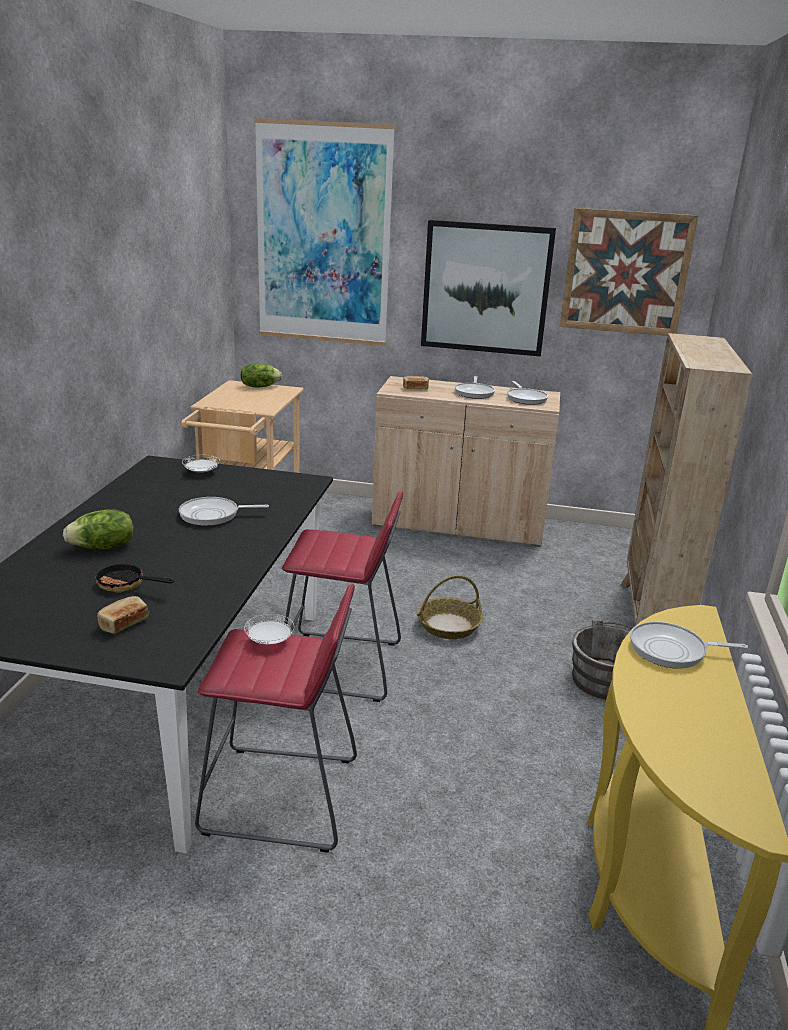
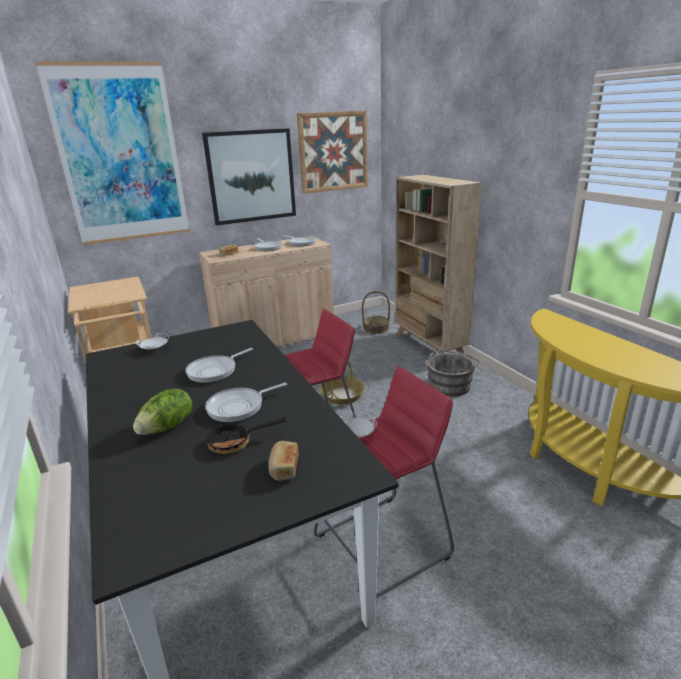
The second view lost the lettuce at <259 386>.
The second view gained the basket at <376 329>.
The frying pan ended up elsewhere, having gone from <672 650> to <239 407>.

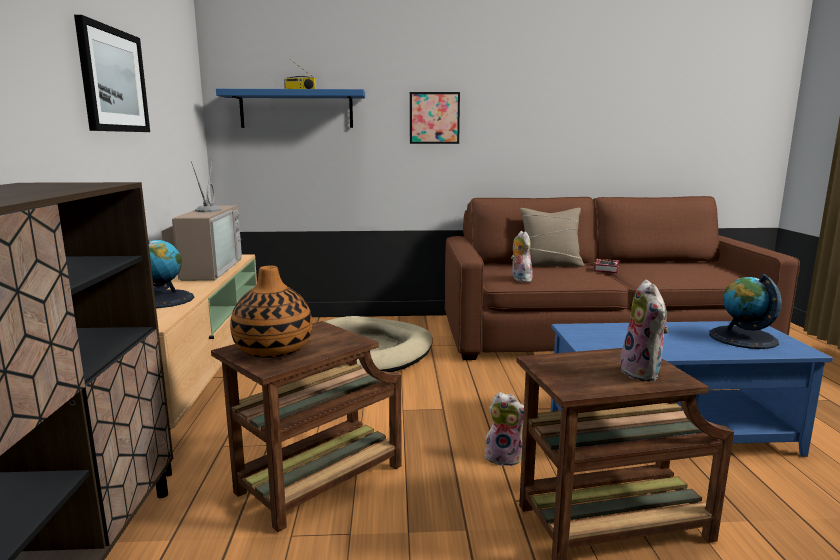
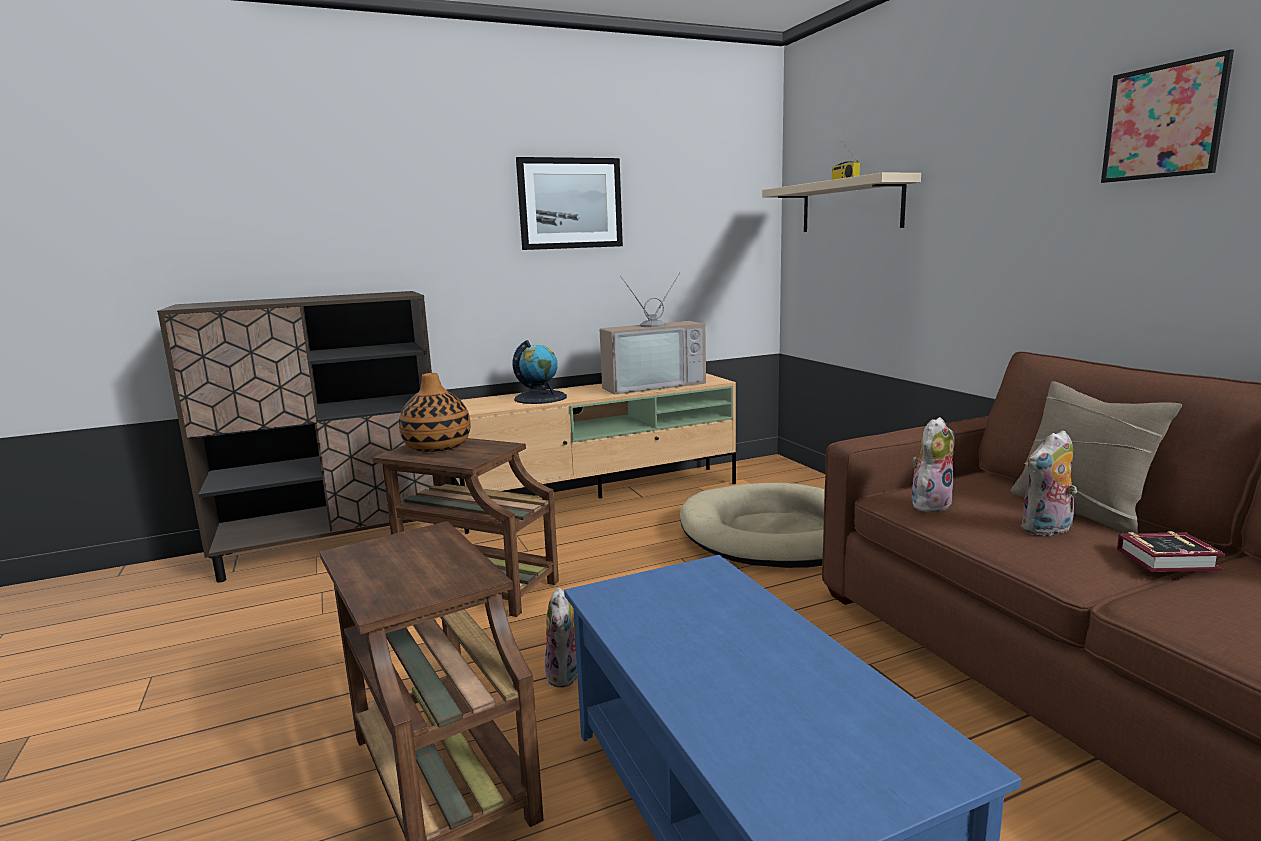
The second view lost the globe at <742 338>.
The picture ended up elsewhere, having gone from <434 118> to <1163 121>.
The plush toy ended up elsewhere, having gone from <643 373> to <1047 530>.
What was the shelf (blue) at <296 109> turned into the shelf (beige) at <850 206>.

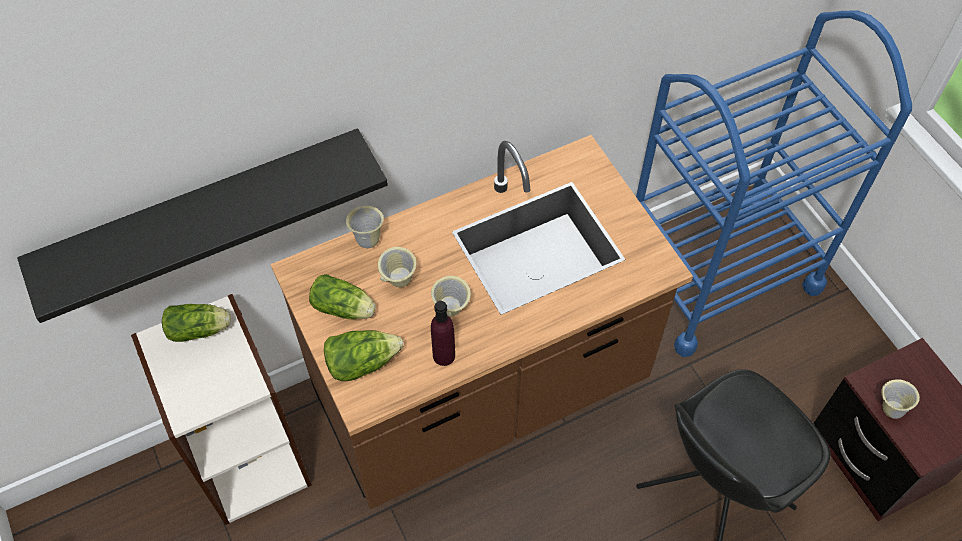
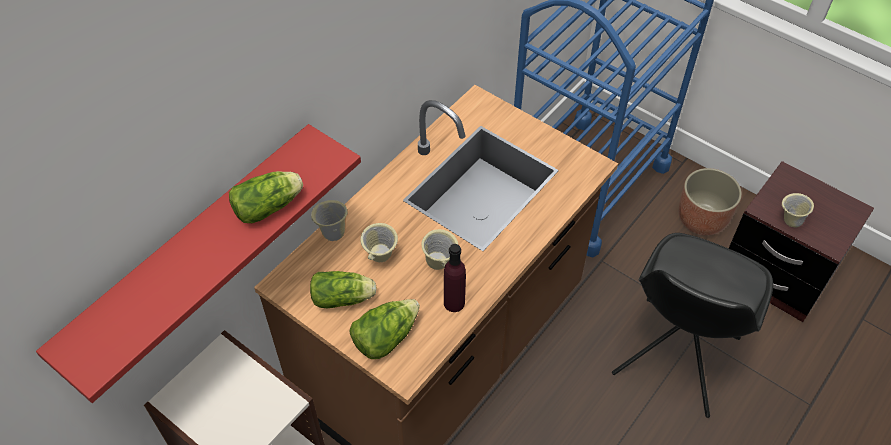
The second view gained the planter at <702 219>.
The lettuce ended up elsewhere, having gone from <201 330> to <270 206>.
What was the shelf (black) at <203 214> turned into the shelf (red) at <194 251>.

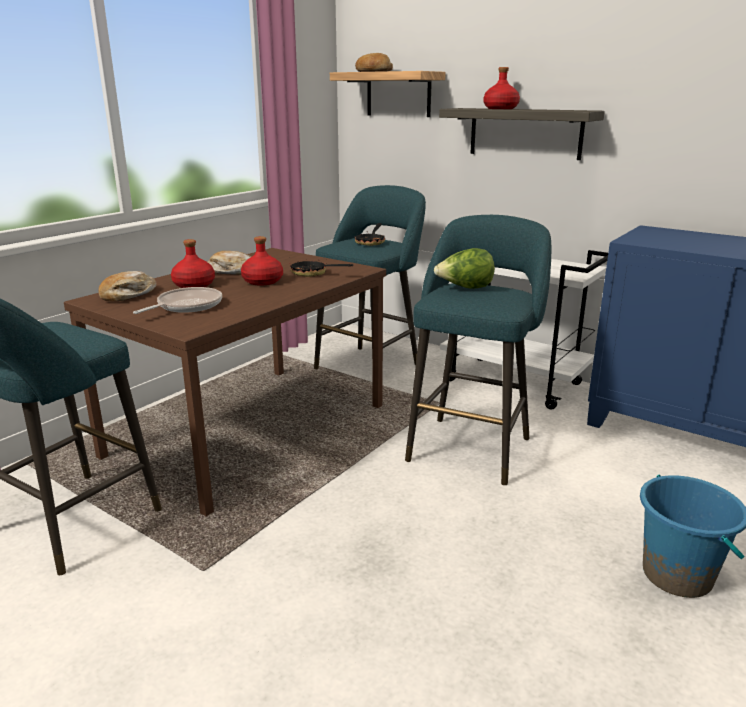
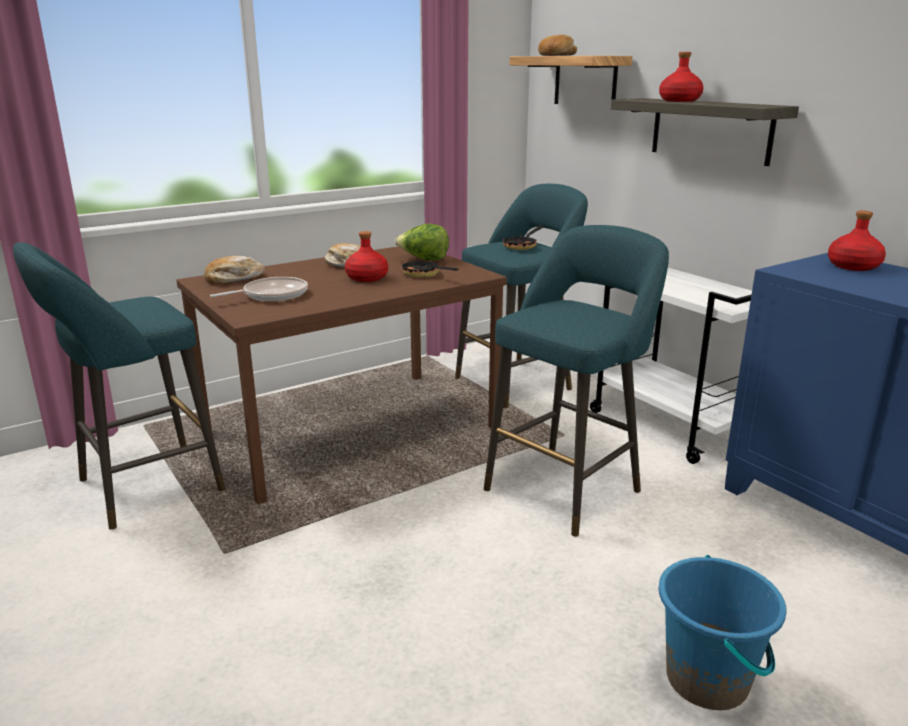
The bottle (red) ended up elsewhere, having gone from <193 285> to <853 266>.
The lettuce ended up elsewhere, having gone from <465 288> to <424 260>.

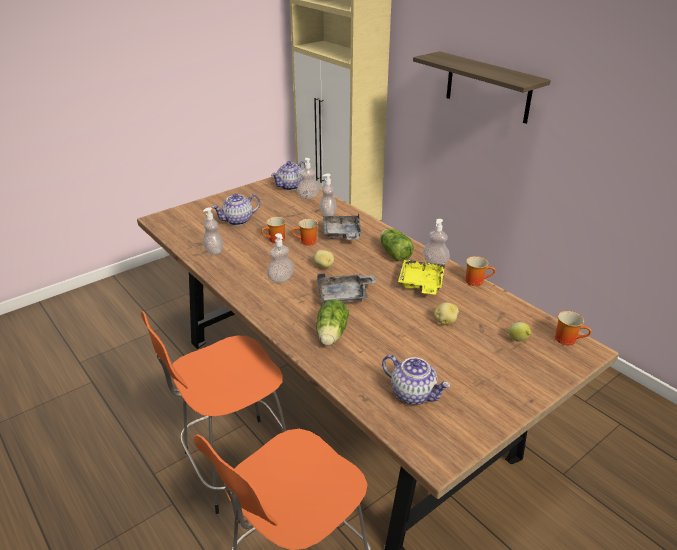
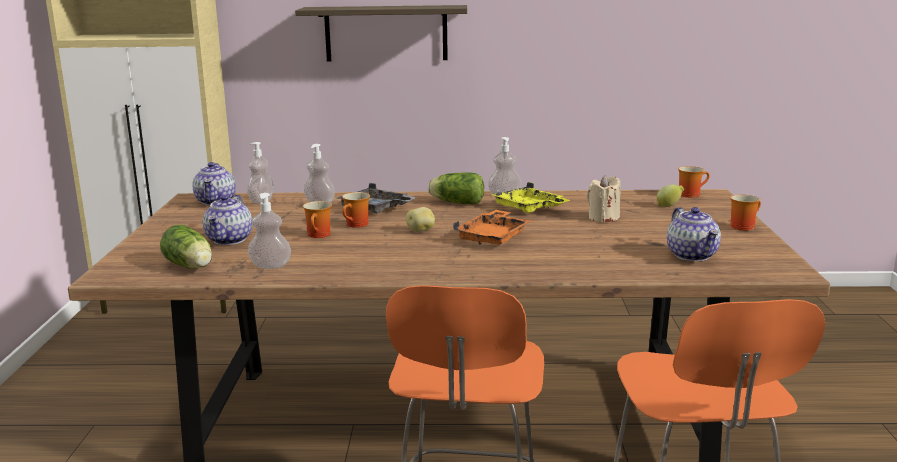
The second view lost the soap dispenser at <281 279>.
The lettuce ended up elsewhere, having gone from <331 335> to <190 267>.
The mug ended up elsewhere, having gone from <476 281> to <742 226>.
Where the potato stood at <445 321>, the candle (beige) came to stand at <603 218>.
What was the tray (grey) at <344 296> turned into the tray (orange) at <493 237>.
The teapot at <414 394> ended up facing another way, 90 degrees clockwise from before.

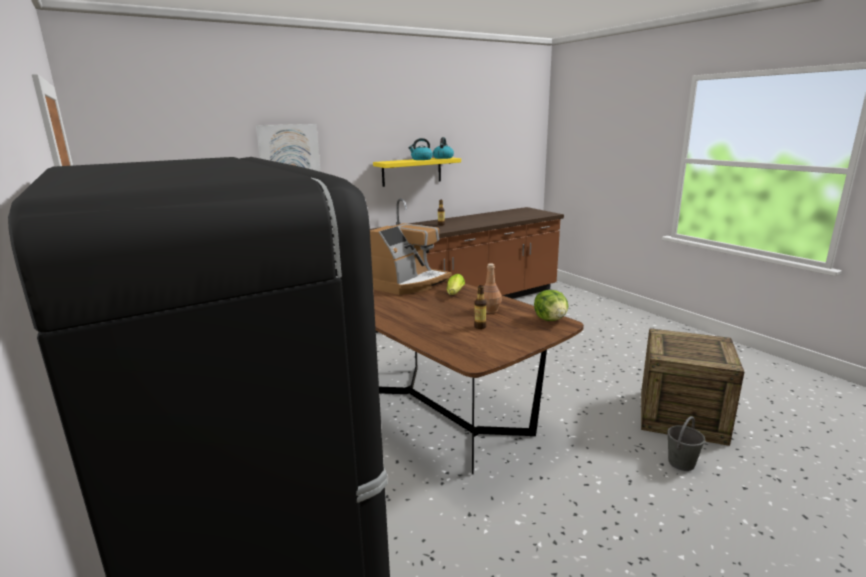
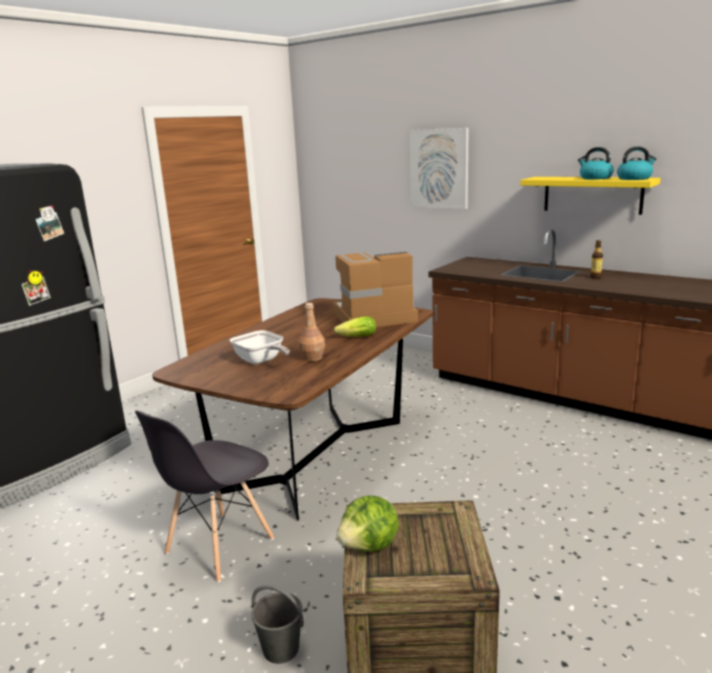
The second view gained the chair (grey) at <219 547>.
The lettuce ended up elsewhere, having gone from <551 319> to <370 546>.
Where the bottle stood at <480 327>, the frying pan came to stand at <261 361>.
The coffee machine at <409 284> ended up facing another way, 150 degrees clockwise from before.

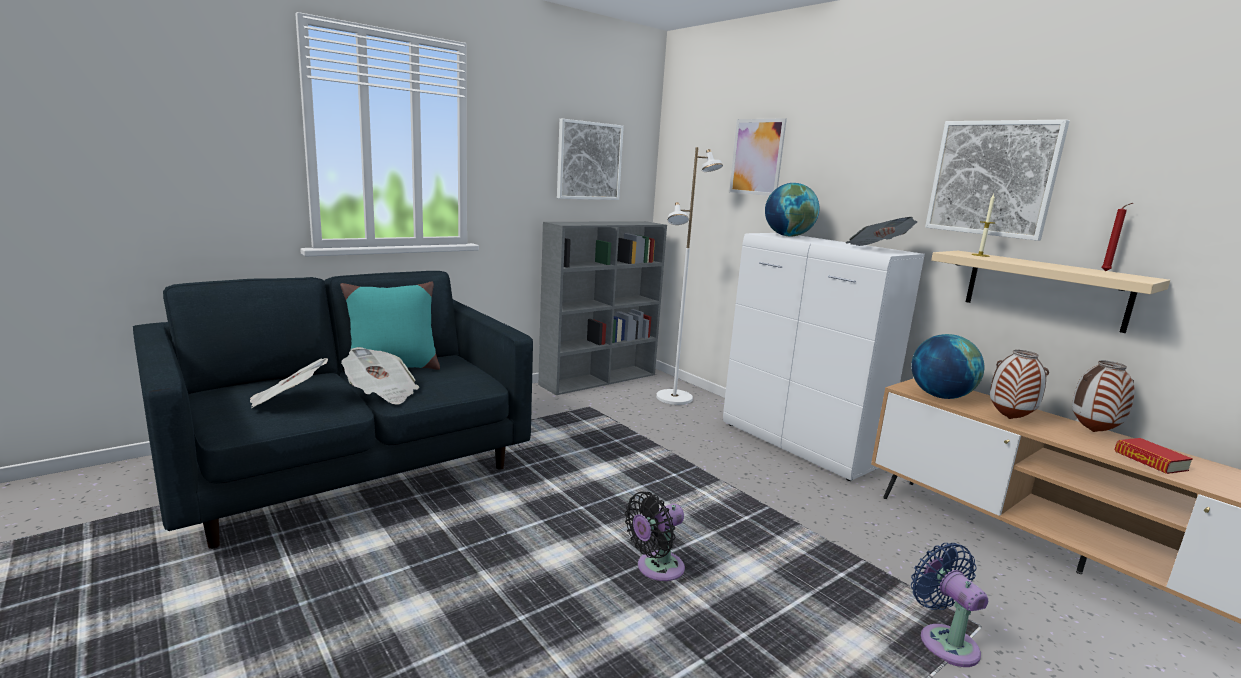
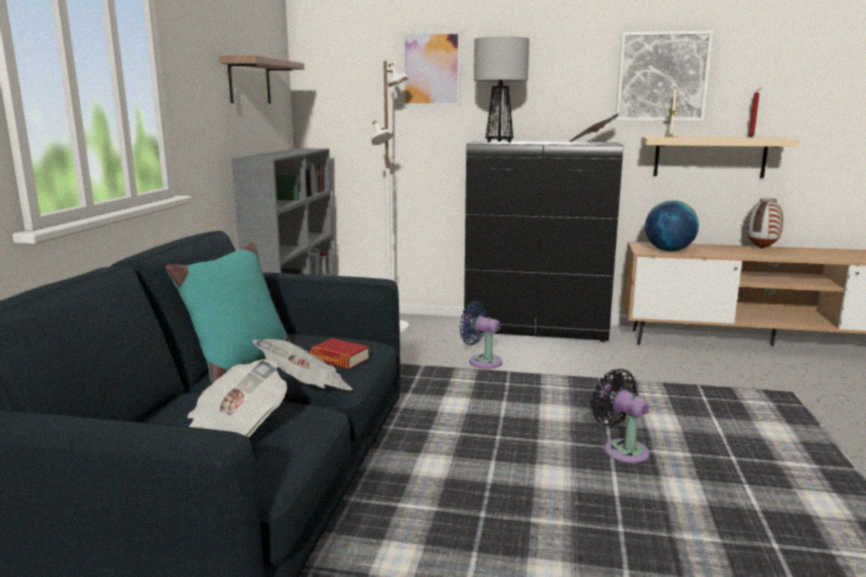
The second view lost the vase at <1008 419>.
The fan (blue) ended up elsewhere, having gone from <944 641> to <482 361>.
The book ended up elsewhere, having gone from <1150 461> to <339 359>.
Where the picture hung at <589 161>, the shelf came to hang at <250 81>.
Where the globe stood at <788 236>, the table lamp came to stand at <498 142>.
What was the cabinet (white) at <799 446> turned into the cabinet (black) at <537 331>.
The fan (black) at <656 569> ended up facing another way, 135 degrees clockwise from before.

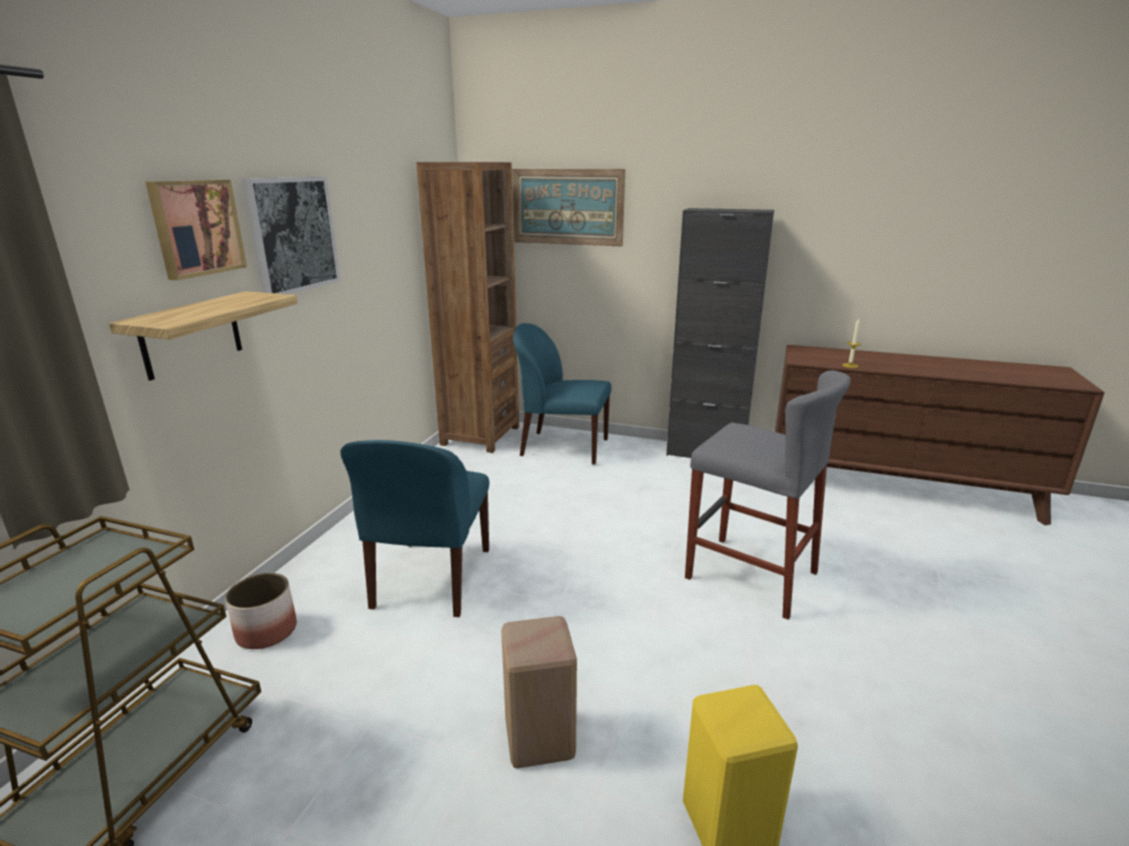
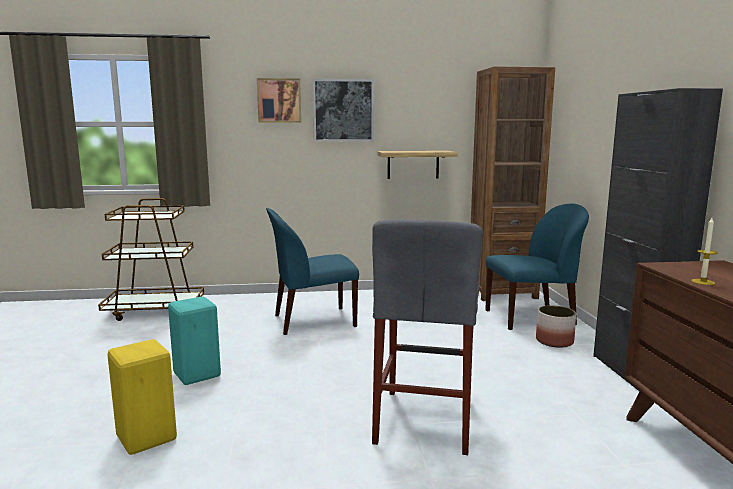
The second view lost the picture at <567 207>.
The shelf ended up elsewhere, having gone from <191 335> to <413 164>.
The planter ended up elsewhere, having gone from <266 631> to <554 341>.
What was the stool (beige) at <537 738> turned into the stool (turquoise) at <198 374>.
The chair (blue) at <562 447> ended up facing another way, 90 degrees clockwise from before.

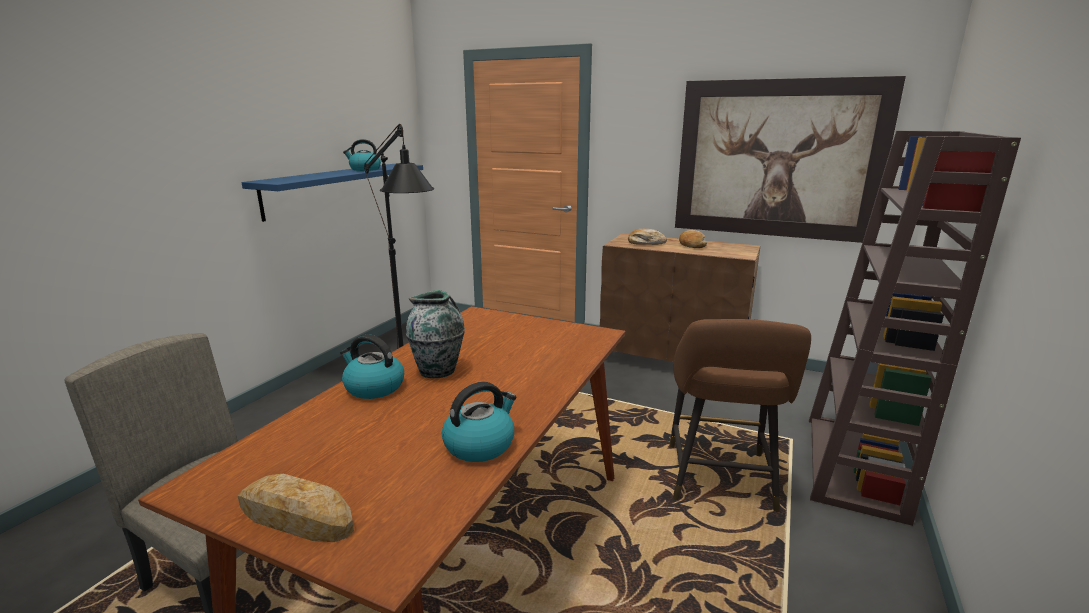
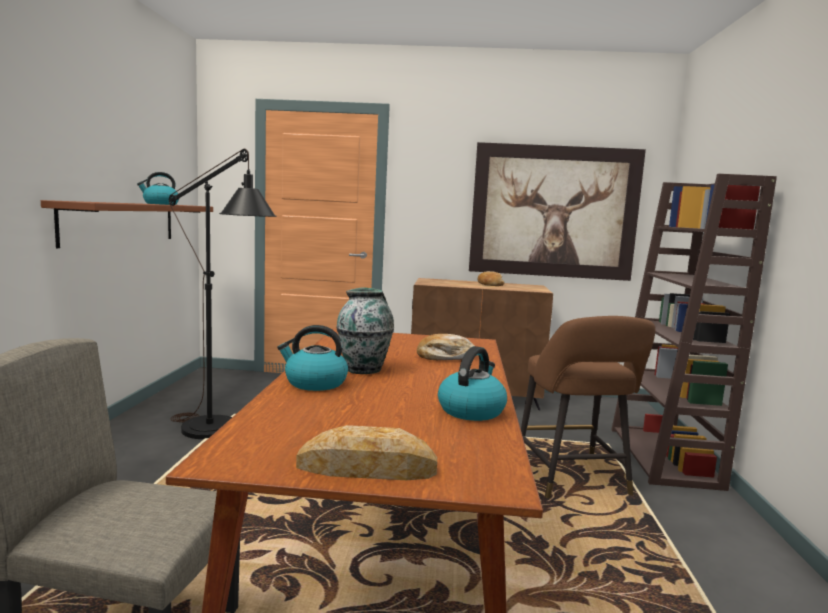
The bread ended up elsewhere, having gone from <645 243> to <445 357>.
What was the shelf (blue) at <331 189> turned into the shelf (brown) at <121 222>.

